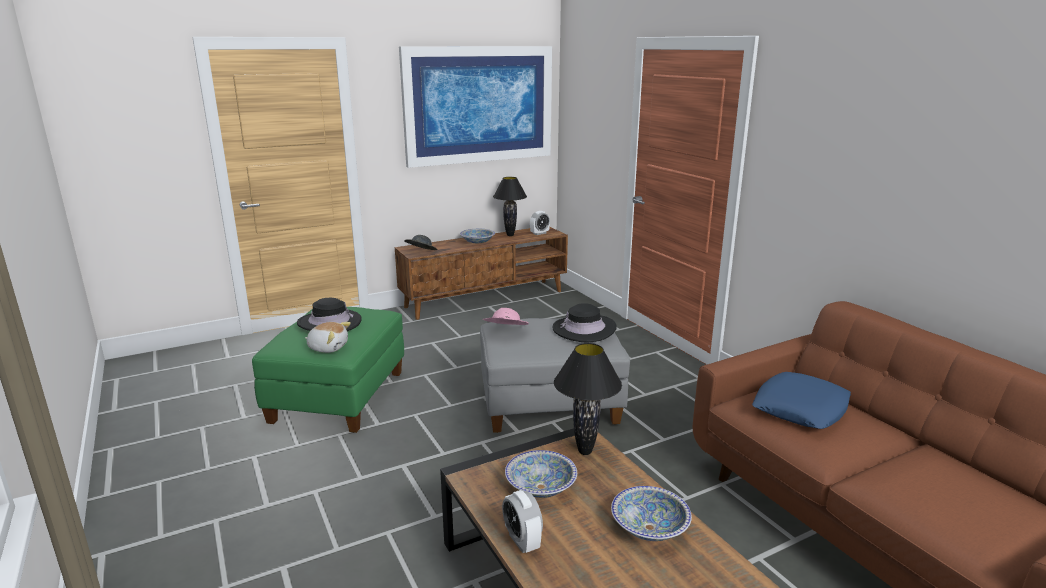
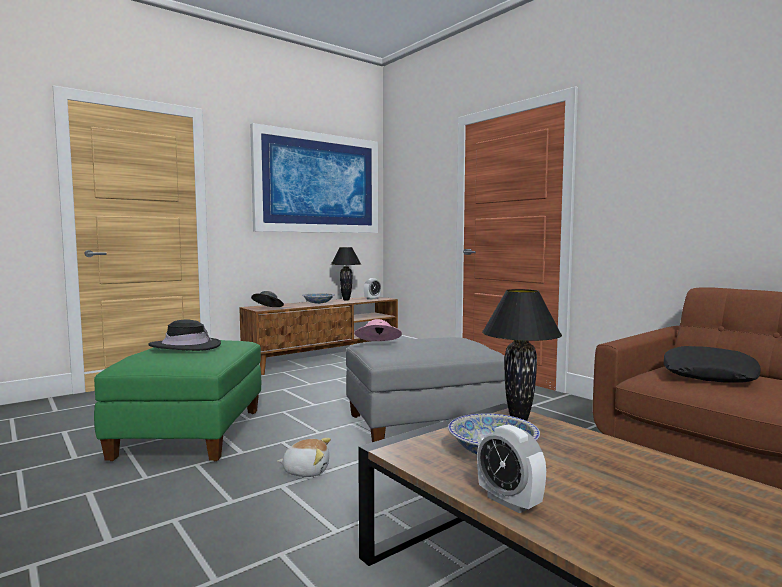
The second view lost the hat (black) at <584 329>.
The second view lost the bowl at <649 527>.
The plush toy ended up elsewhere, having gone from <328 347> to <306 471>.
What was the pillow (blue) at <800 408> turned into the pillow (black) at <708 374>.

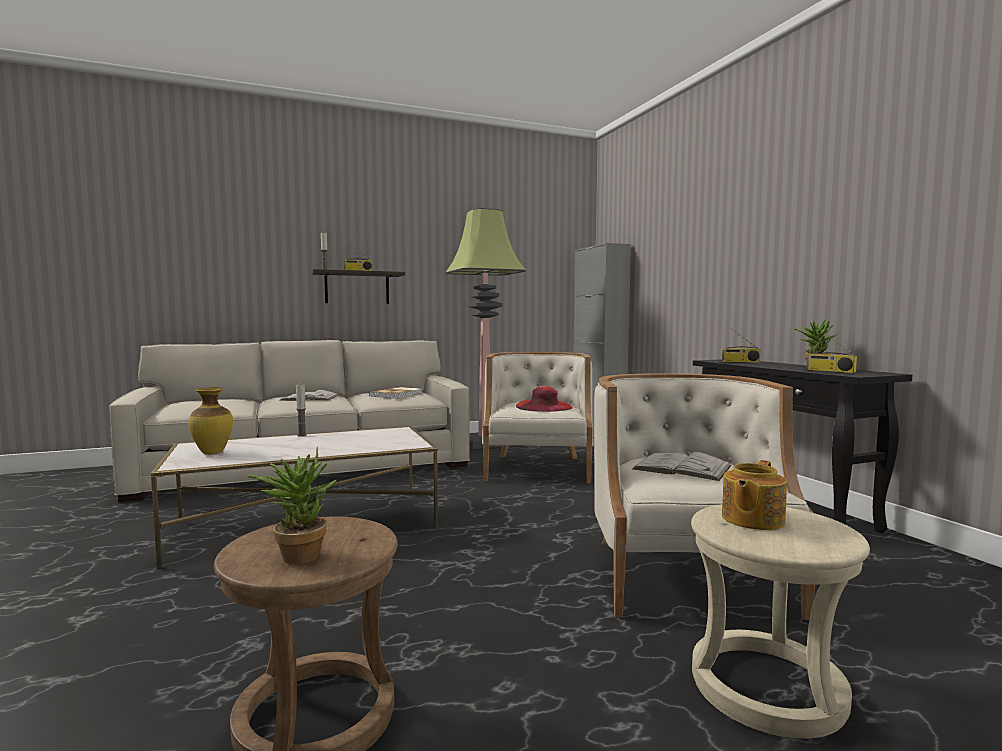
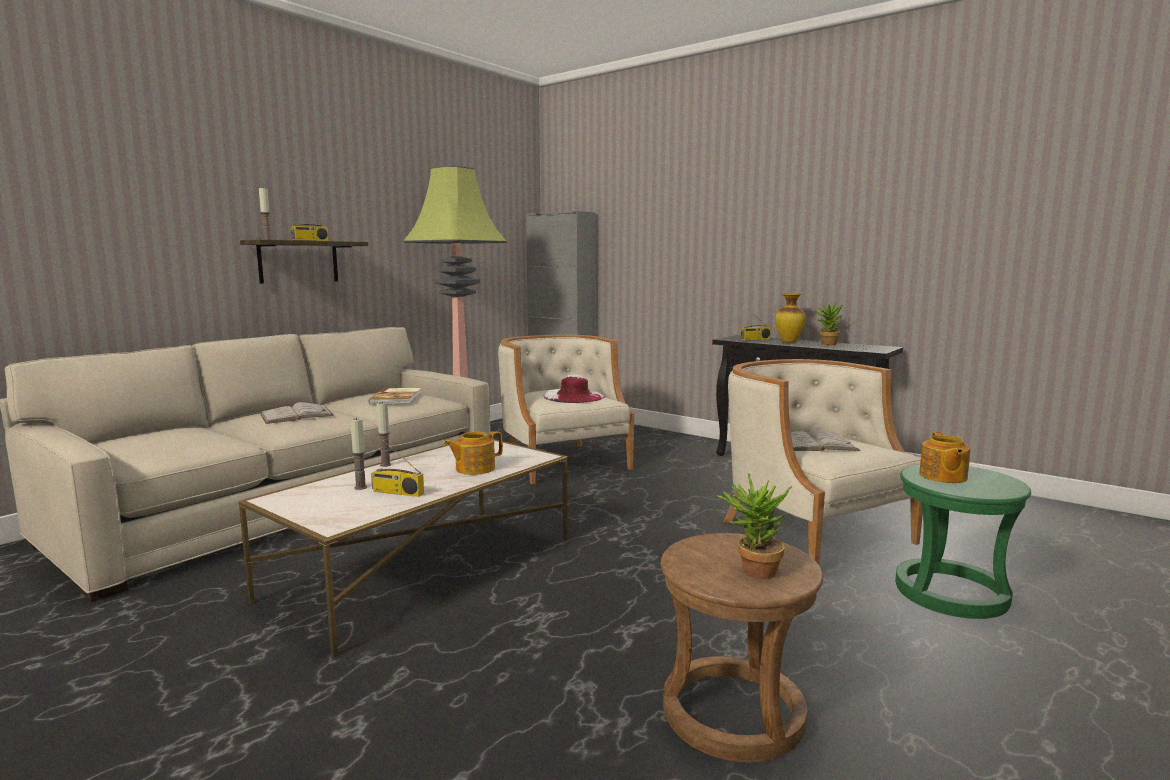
The second view gained the candle at <360 487>.
The second view gained the teapot at <474 469>.
The vase ended up elsewhere, having gone from <212 453> to <788 342>.
The radio ended up elsewhere, having gone from <830 371> to <397 492>.
What was the hat (red) at <543 406> turned into the hat (white) at <574 396>.
What was the stool (beige) at <767 686> turned into the stool (green) at <950 592>.

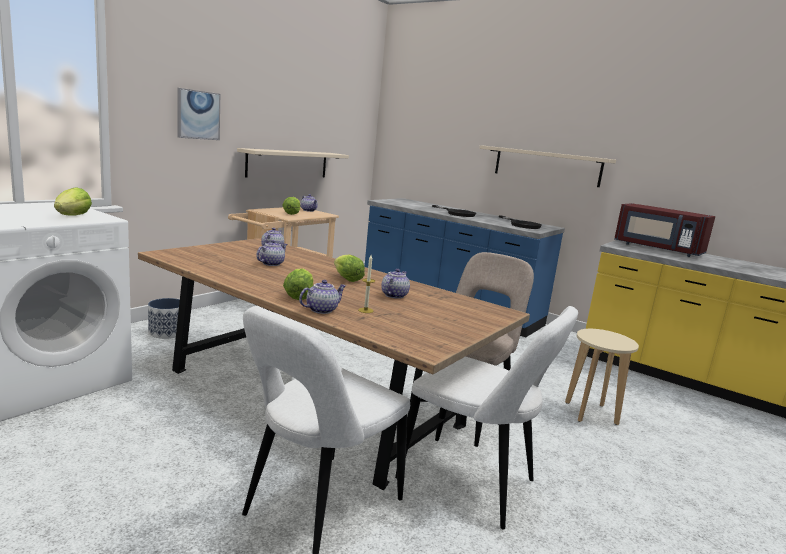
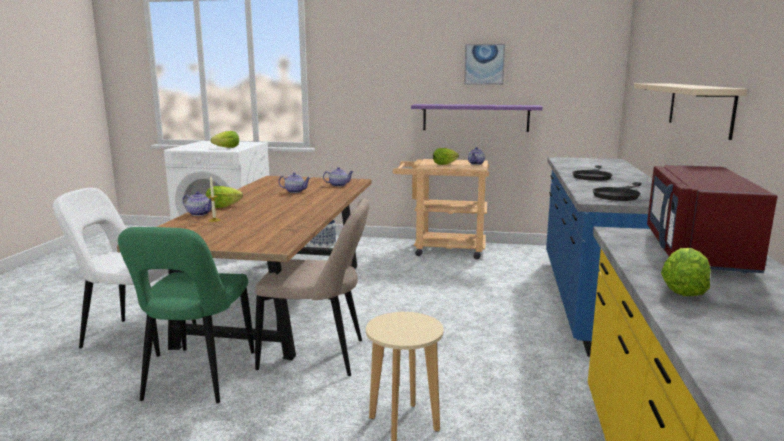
The second view lost the teapot at <394 295>.
The picture ended up elsewhere, having gone from <198 115> to <484 64>.
The lettuce ended up elsewhere, having gone from <347 279> to <683 290>.
What was the shelf (beige) at <288 164> turned into the shelf (purple) at <475 117>.
What was the chair (white) at <472 483> turned into the chair (green) at <197 378>.

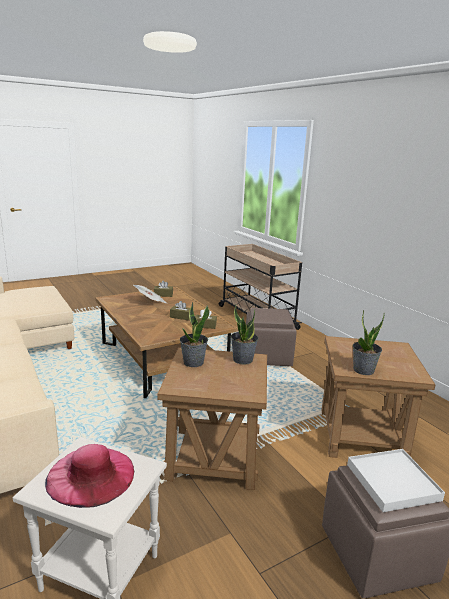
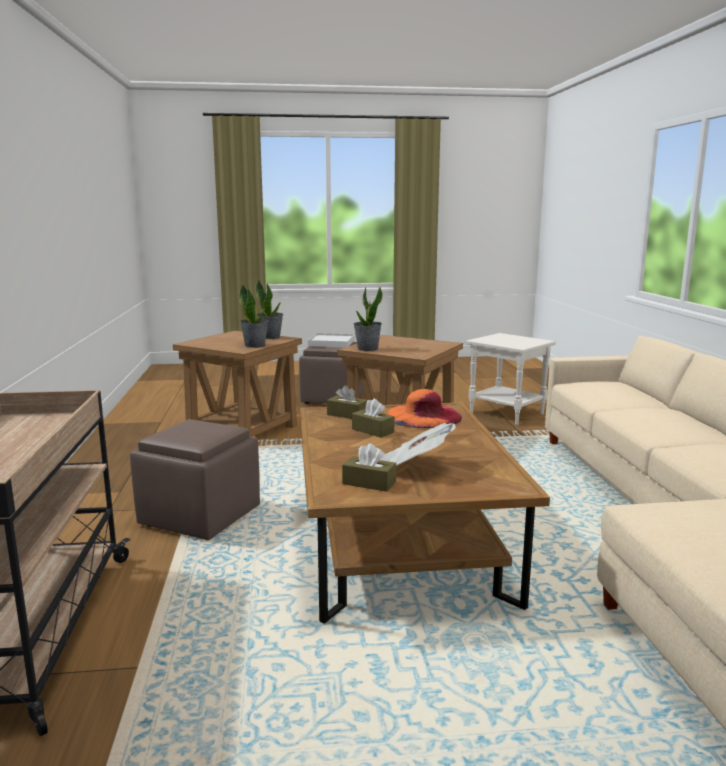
The second view lost the hat (pink) at <91 475>.
The second view gained the hat (orange) at <423 416>.
The potted plant ended up elsewhere, having gone from <193 362> to <255 345>.

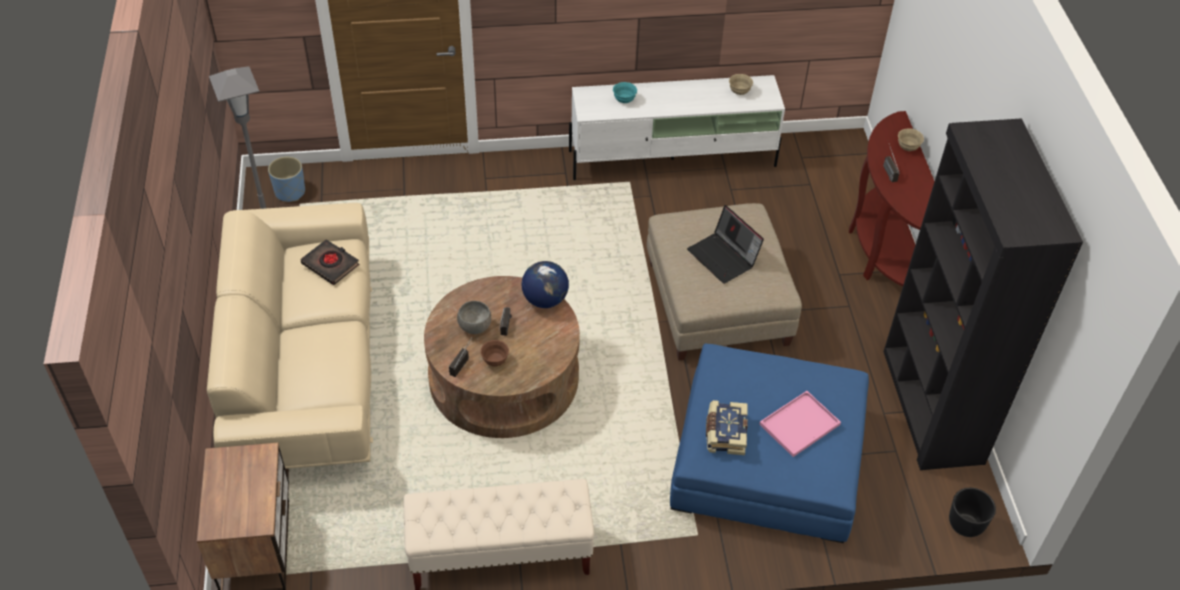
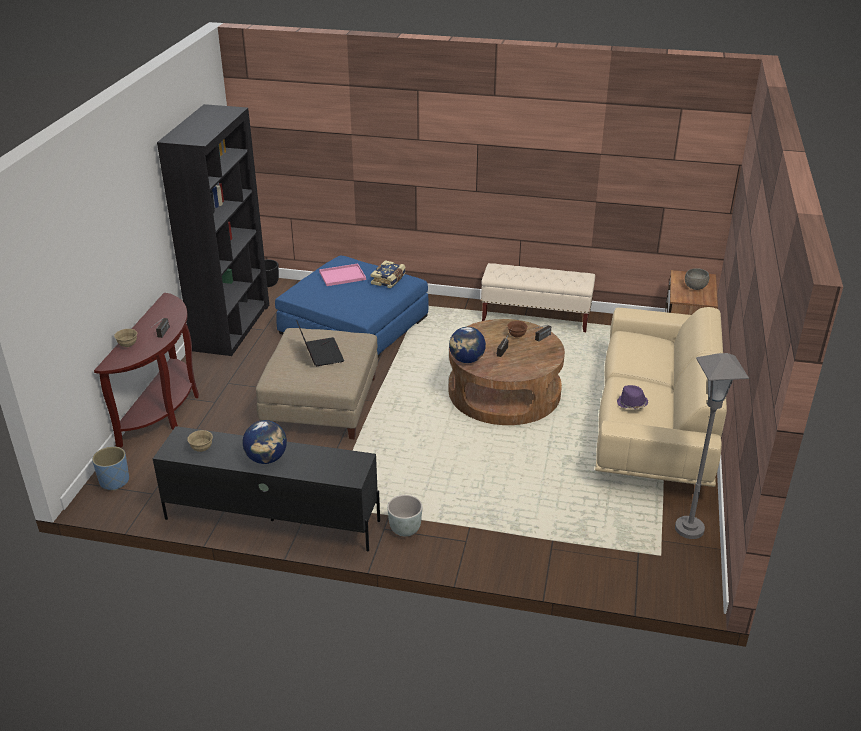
The second view lost the bowl (turquoise) at <624 100>.
The second view gained the globe at <267 459>.
The second view gained the planter (grey) at <404 529>.
The planter (blue) ended up elsewhere, having gone from <290 192> to <114 481>.
The bowl (grey) ended up elsewhere, having gone from <475 327> to <695 287>.
Where the book (black) stood at <330 264>, the hat (purple) came to stand at <631 404>.
What was the tv stand (white) at <673 159> turned into the tv stand (black) at <271 519>.

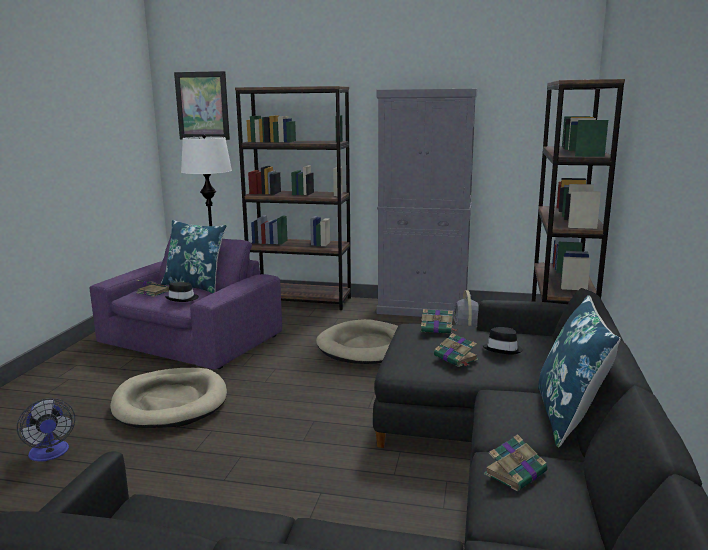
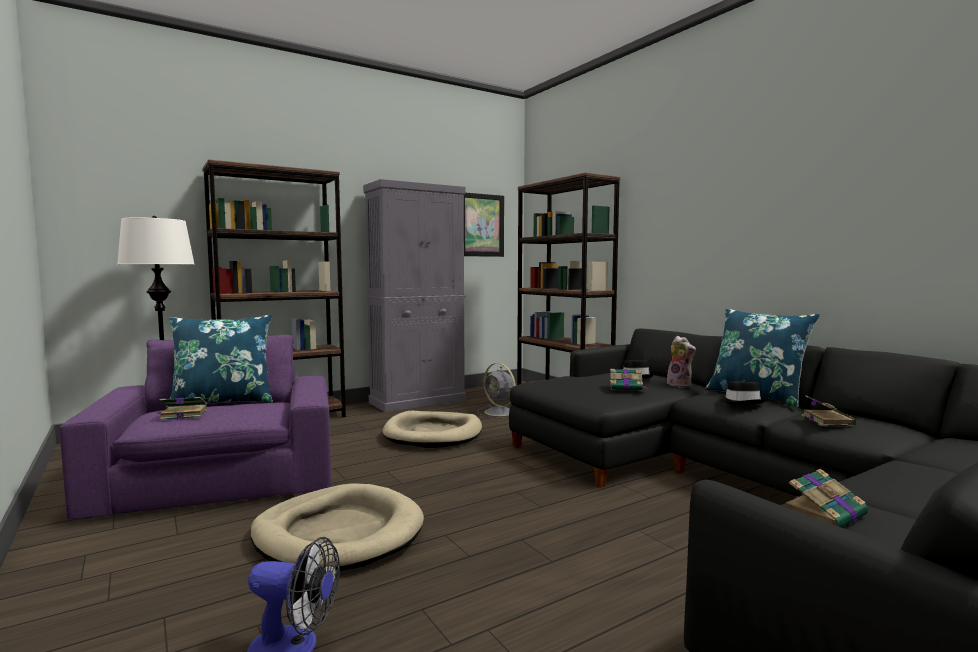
The second view gained the plush toy at <680 385>.
The hat (black) ended up elsewhere, having gone from <182 299> to <741 402>.
The picture ended up elsewhere, having gone from <202 106> to <482 225>.
The book ended up elsewhere, having gone from <437 329> to <825 513>.

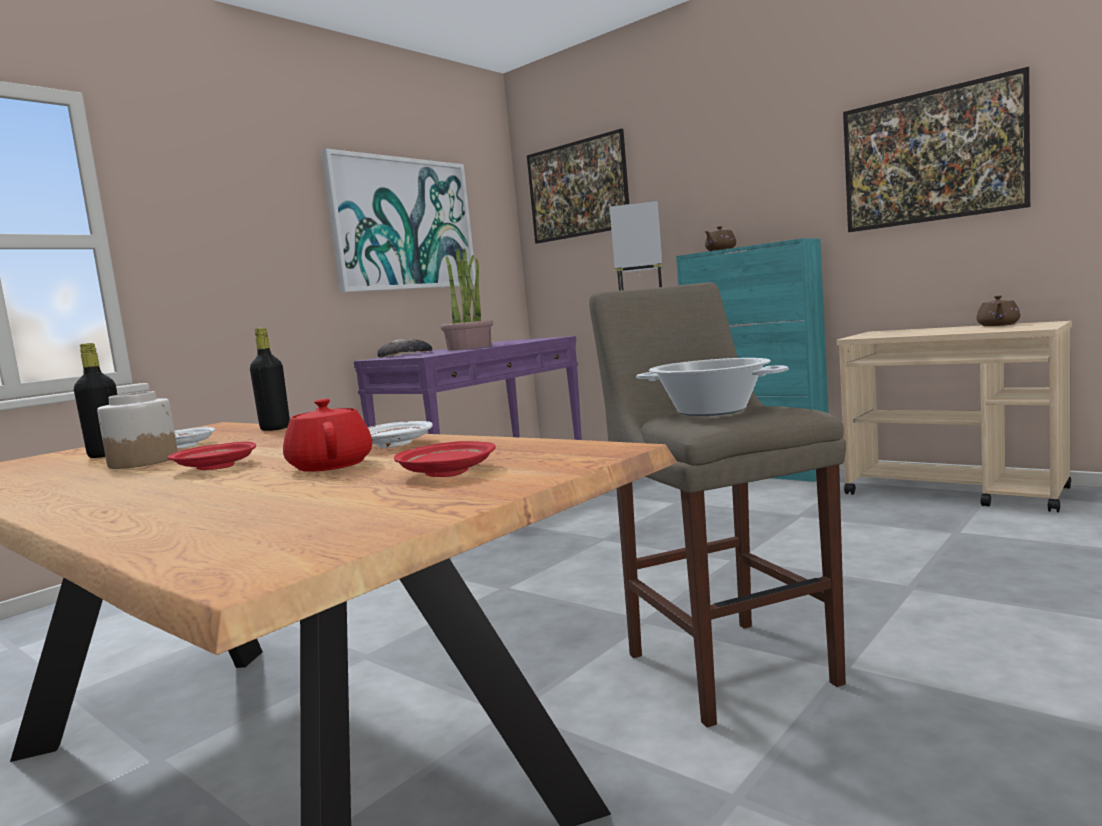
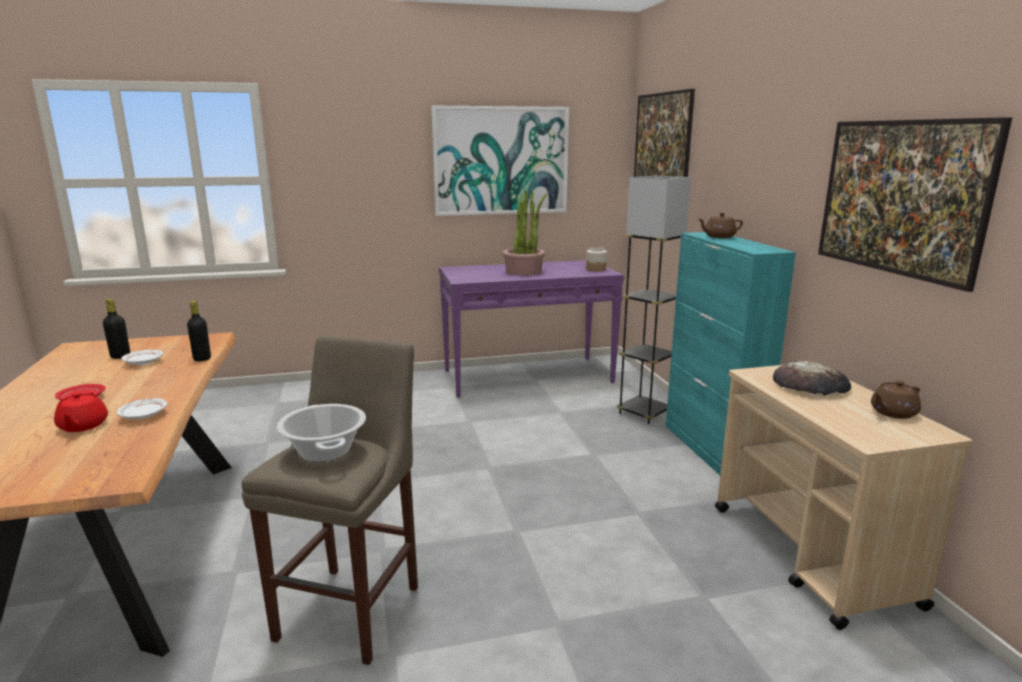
The second view lost the plate (red) at <446 472>.
The jar ended up elsewhere, having gone from <143 462> to <596 269>.
The bread ended up elsewhere, having gone from <405 355> to <810 385>.
The teapot (red) at <331 465> ended up facing another way, 150 degrees clockwise from before.

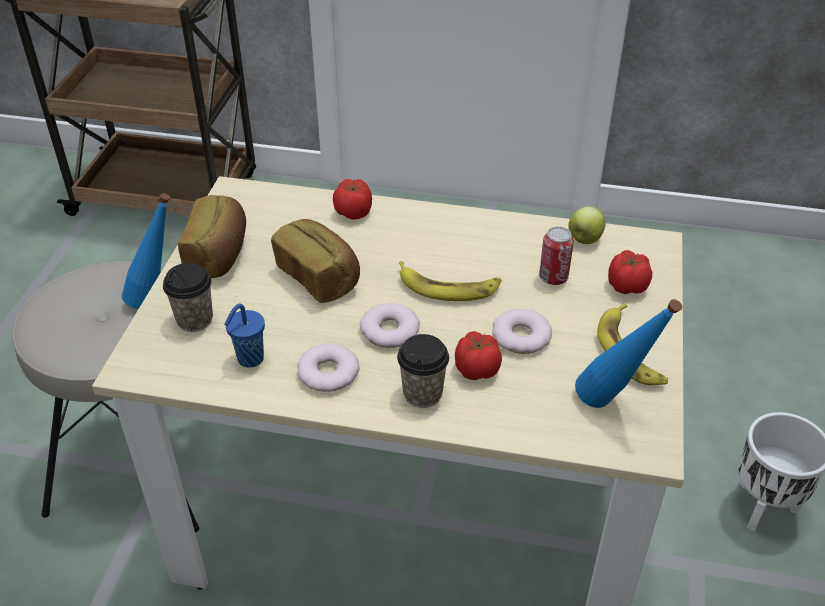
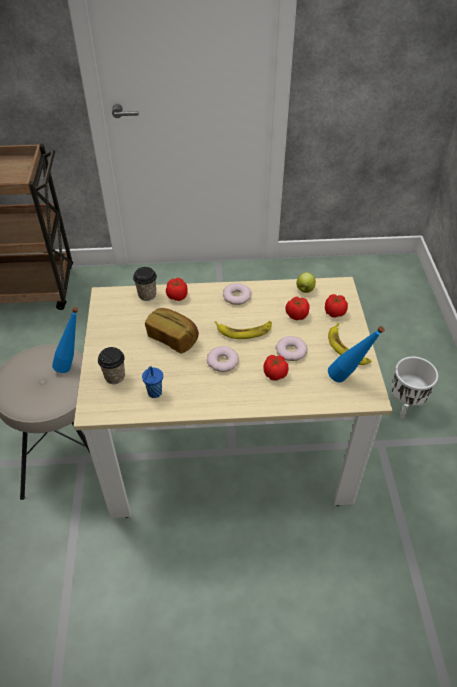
The second view lost the bread at <219 254>.
The donut ended up elsewhere, having gone from <328 372> to <236 296>.
The cup ended up elsewhere, having gone from <422 393> to <147 295>.
Where the can stood at <553 278>, the tomato came to stand at <296 315>.

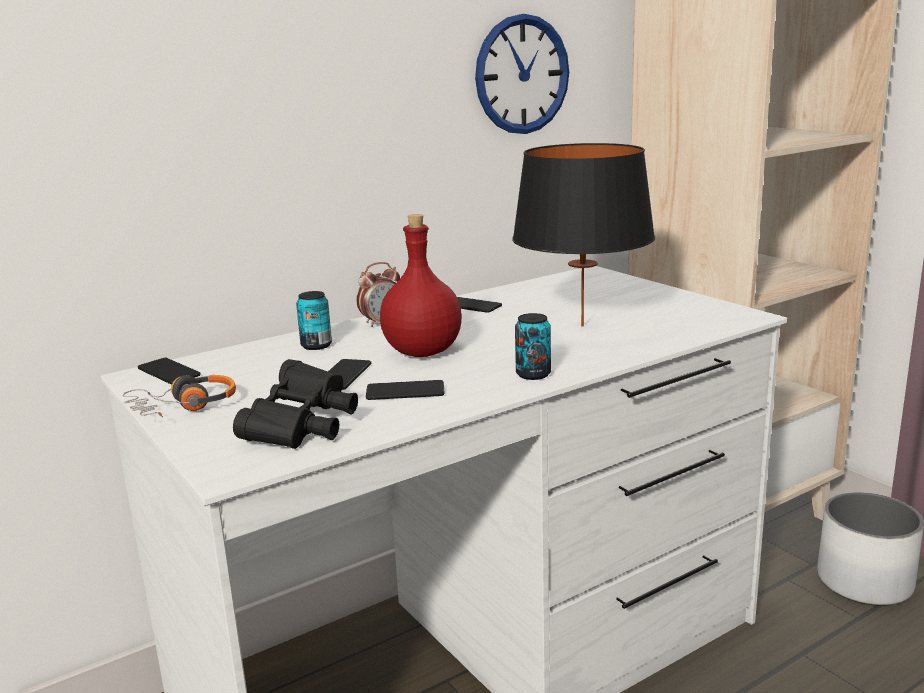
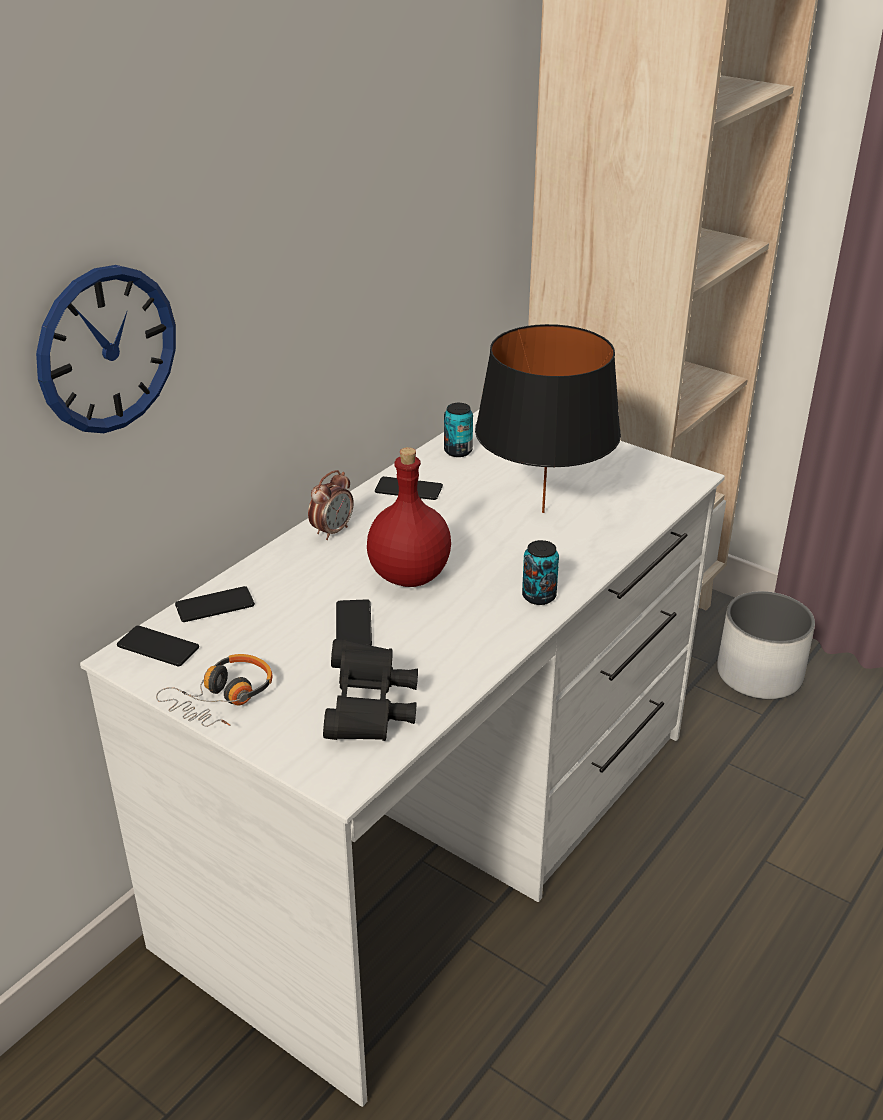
The can ended up elsewhere, having gone from <316 345> to <458 451>.
The phone ended up elsewhere, having gone from <405 391> to <215 605>.
The wall clock ended up elsewhere, having gone from <522 75> to <107 350>.

